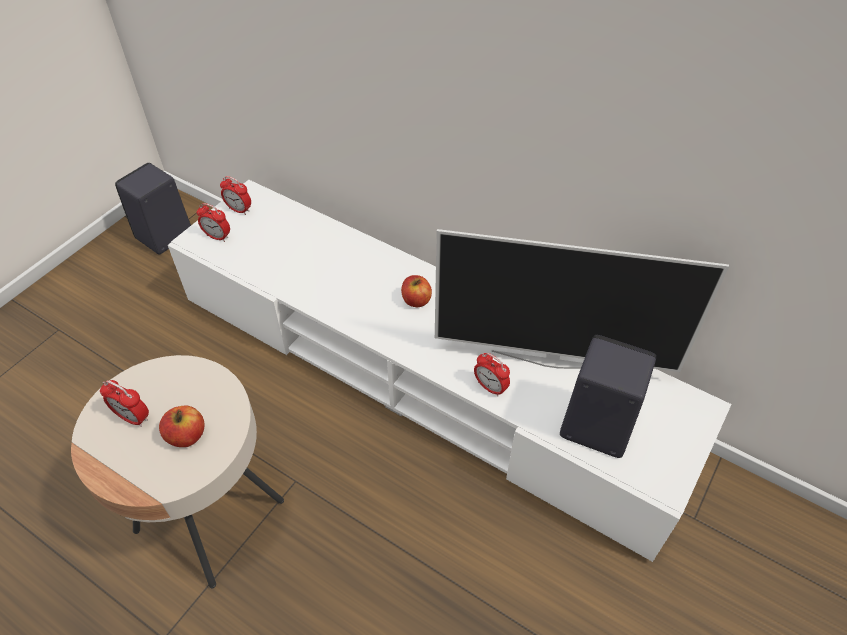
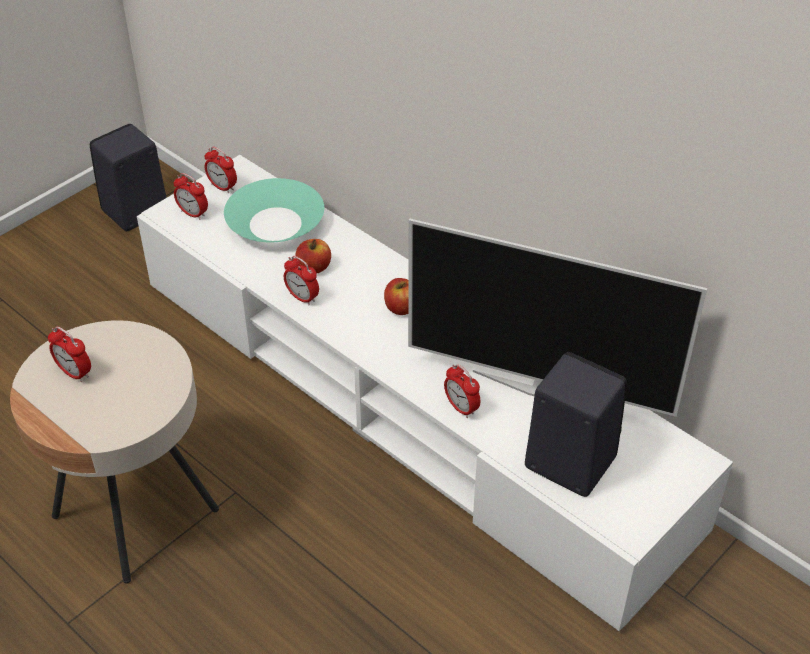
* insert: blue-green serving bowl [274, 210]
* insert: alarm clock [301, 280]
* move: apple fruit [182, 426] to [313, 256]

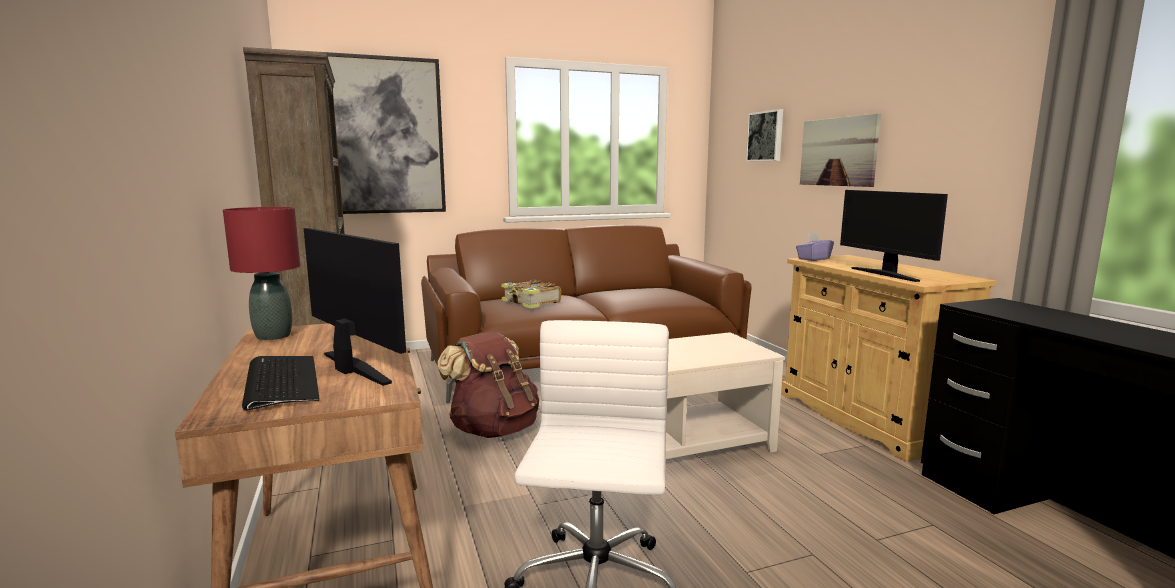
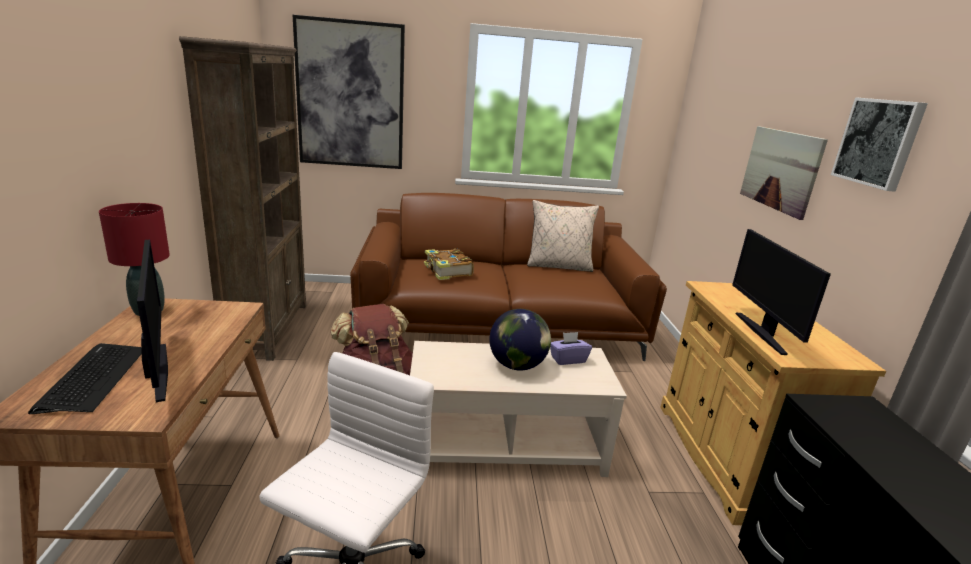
* insert: globe [520, 340]
* insert: beige throw pillow [563, 236]
* move: purple-coloured box of tissues [815, 246] to [571, 348]
* move: wall picture [764, 135] to [879, 144]

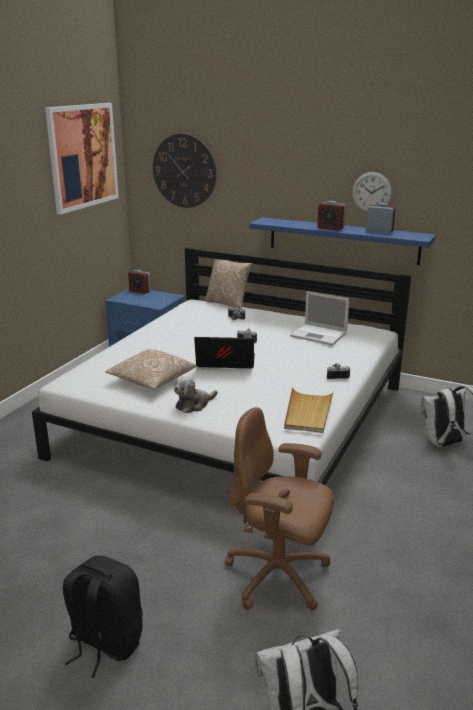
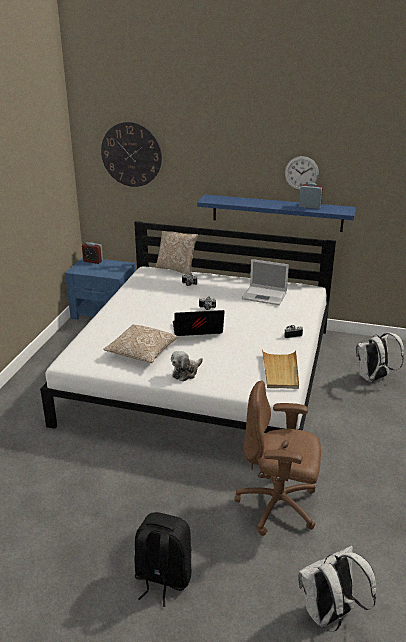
* delete: wall picture [82, 158]
* delete: alarm clock [331, 216]

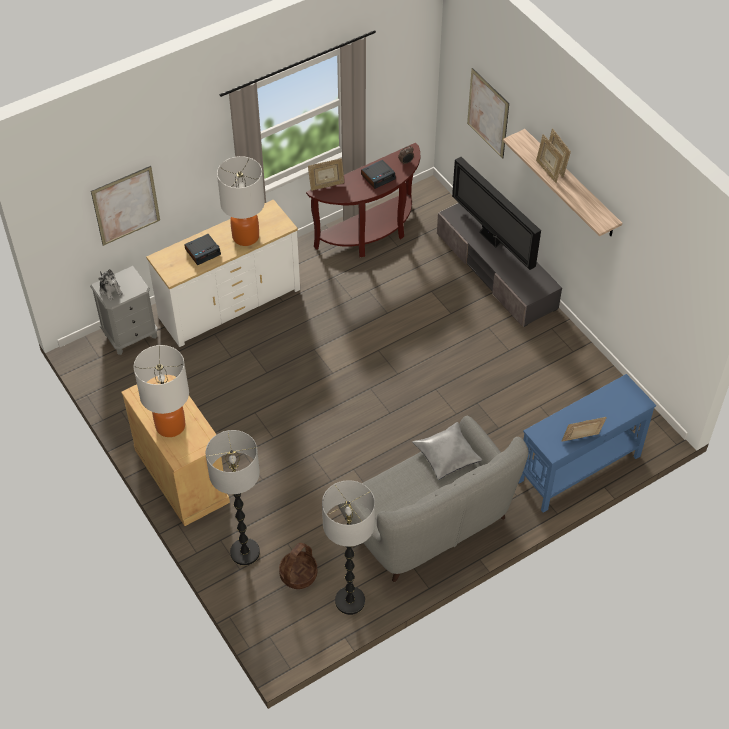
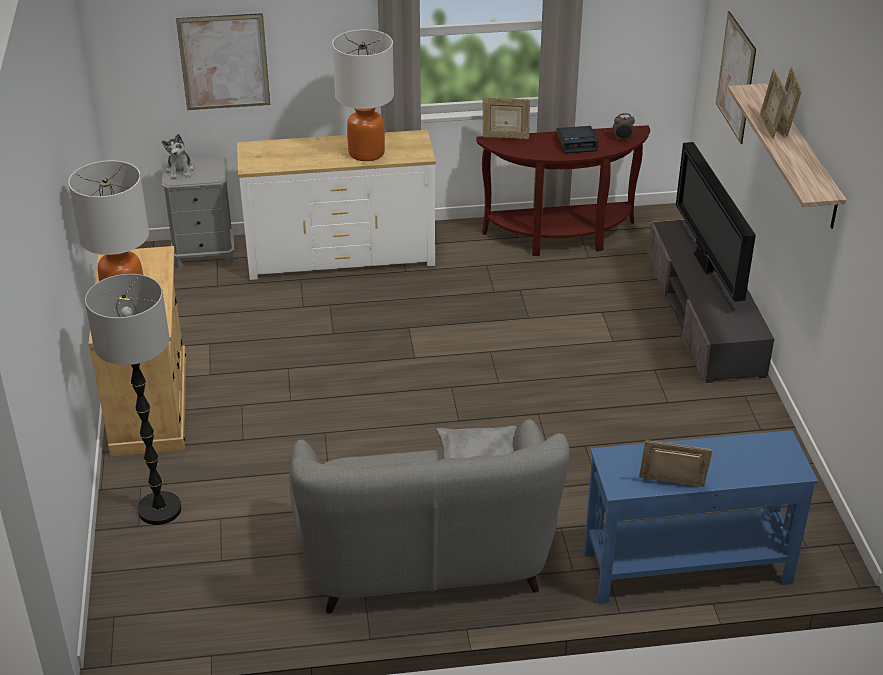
* delete: alarm clock [202, 249]
* delete: storage basket [298, 566]
* delete: standard lamp [348, 547]

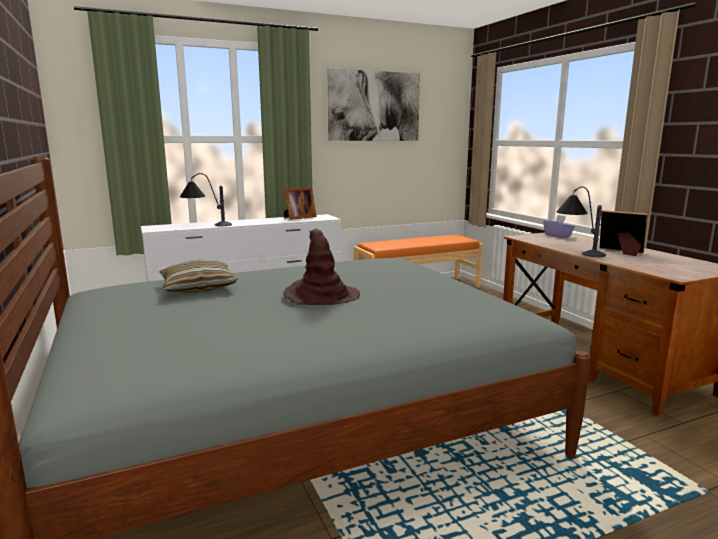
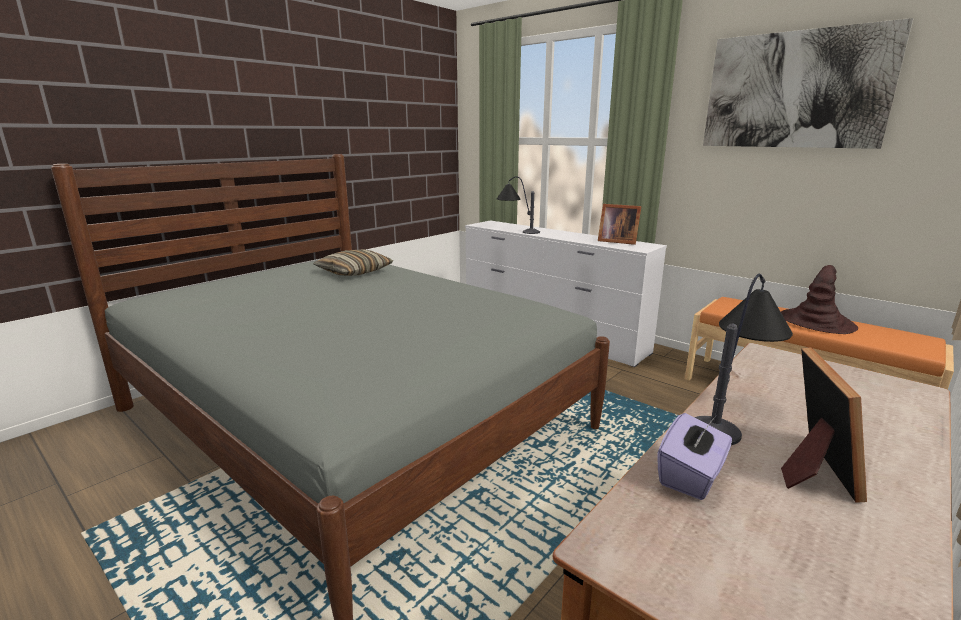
* move: purple-coloured box of tissues [559, 226] to [694, 456]
* move: brownish hat [321, 267] to [819, 299]

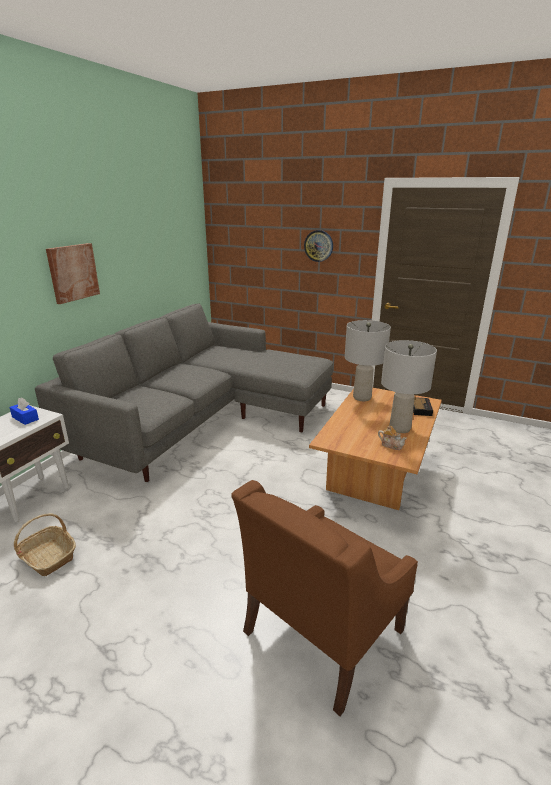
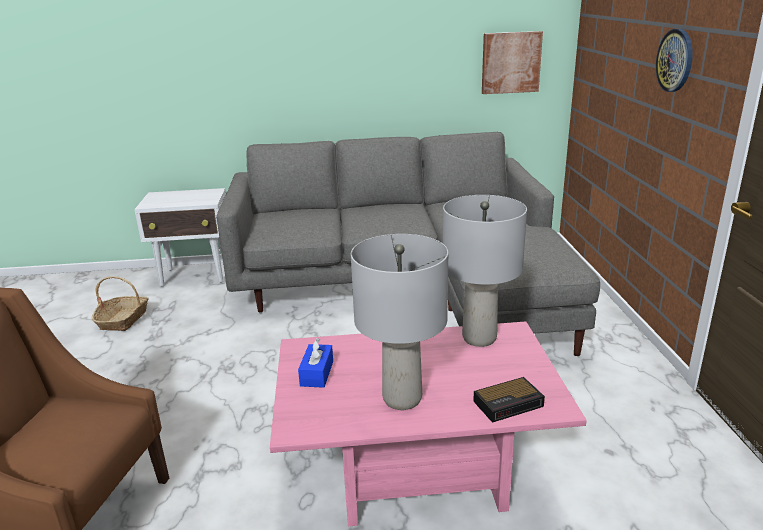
* recolor: brownish coffee table [375, 449] to pink coffee table [428, 424]
* move: blue box of tissues [24, 411] to [315, 363]
* move: wall picture [73, 273] to [512, 62]
* delete: teapot [392, 437]

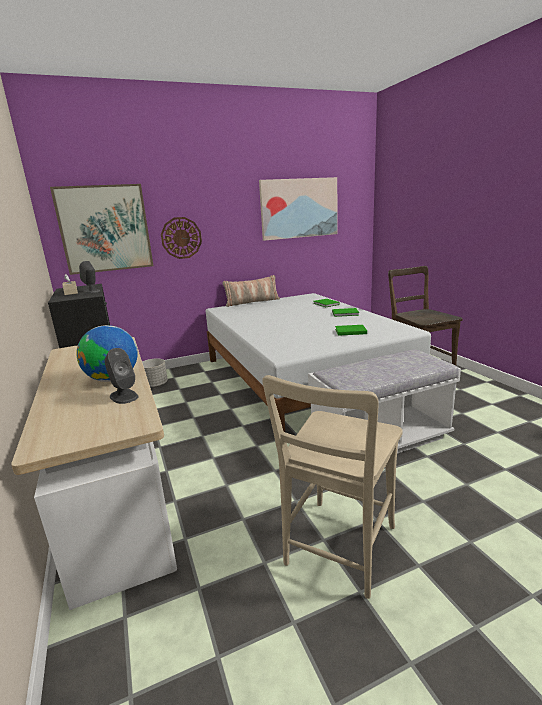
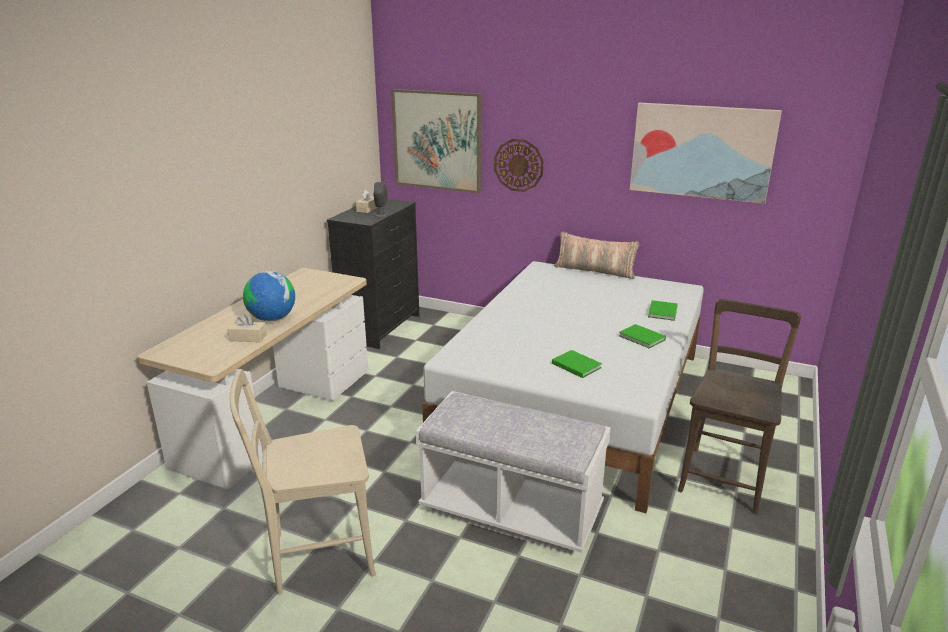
* replace: grey speaker [121, 376] to beige box of tissues [247, 328]
* delete: grey planter [155, 373]

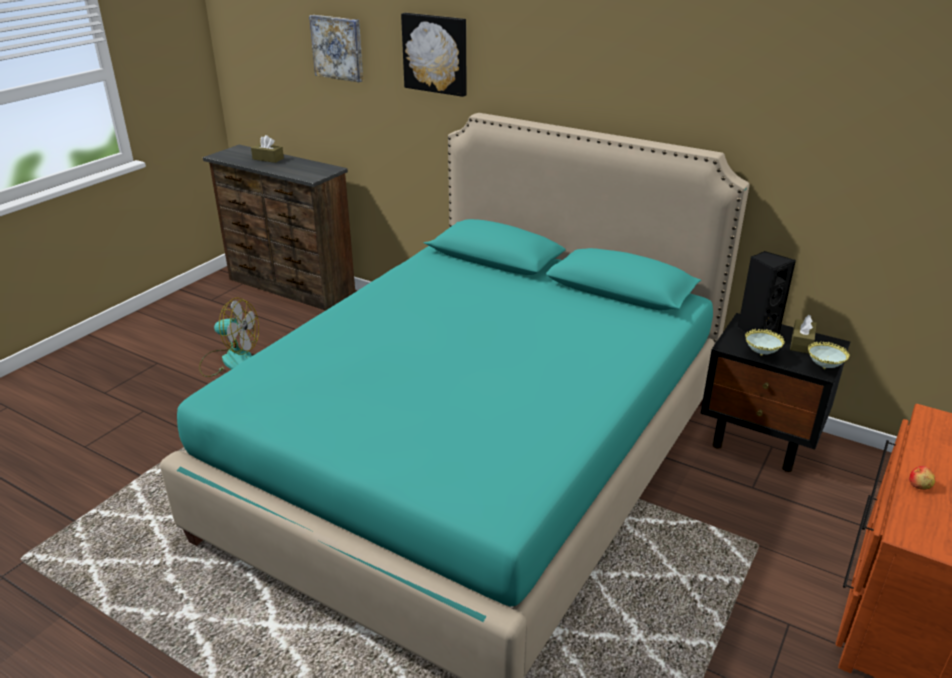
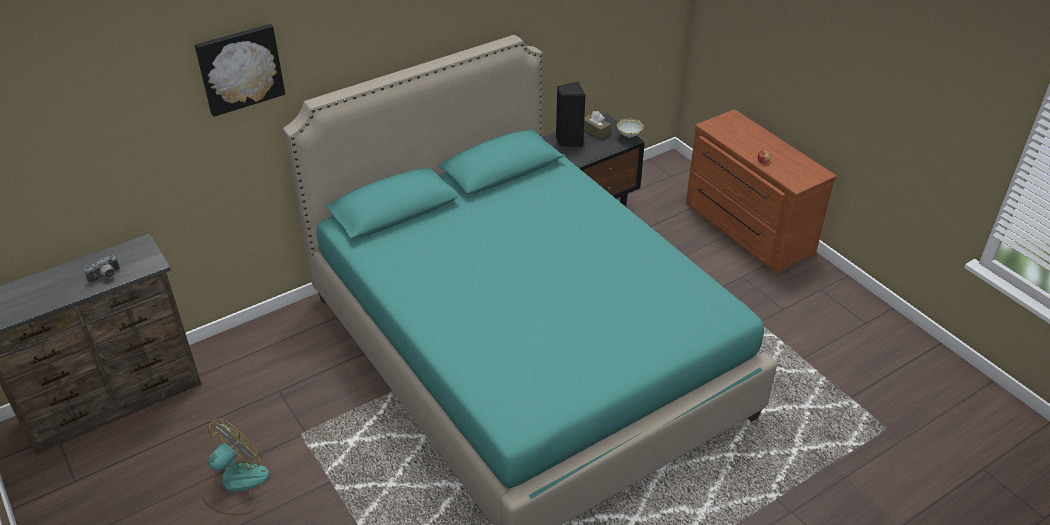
* insert: photo camera [102, 269]
* delete: brownish box of tissues [267, 149]
* delete: wall picture [336, 48]
* delete: serving bowl [765, 342]

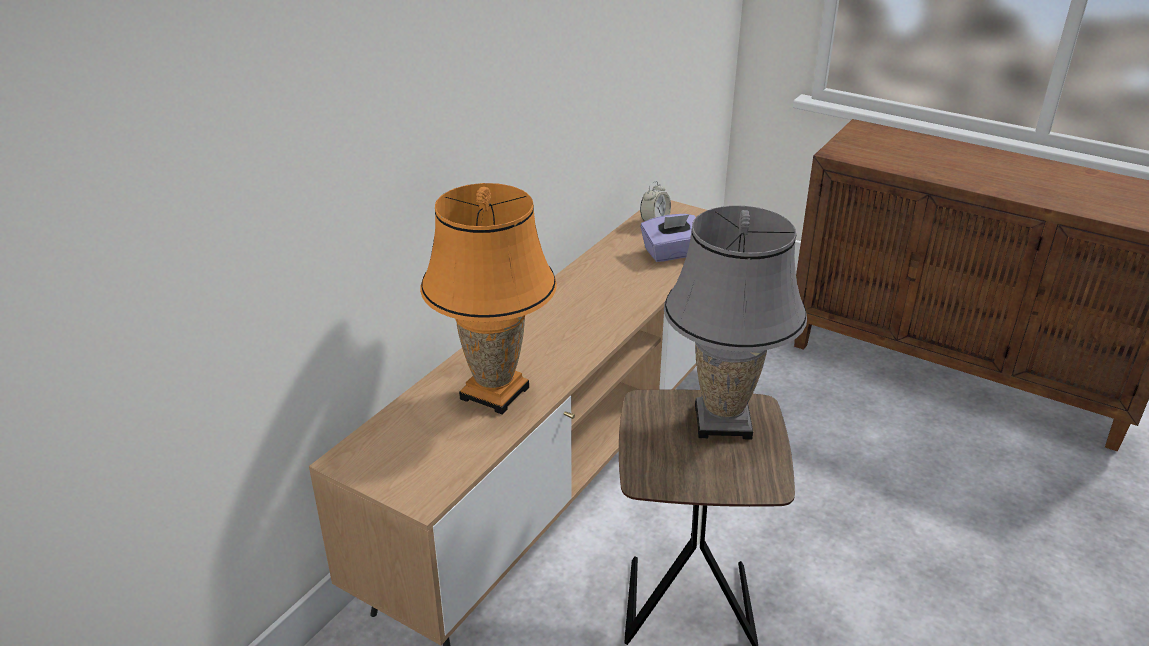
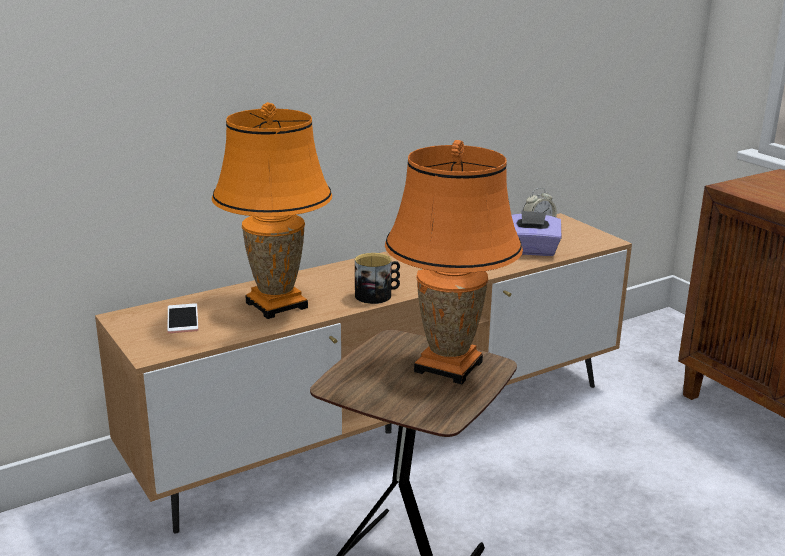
* insert: handset [183, 318]
* insert: coffee mug [377, 278]
* recolor: grey lamp for a table [735, 323] to orange-coloured lamp for a table [454, 262]

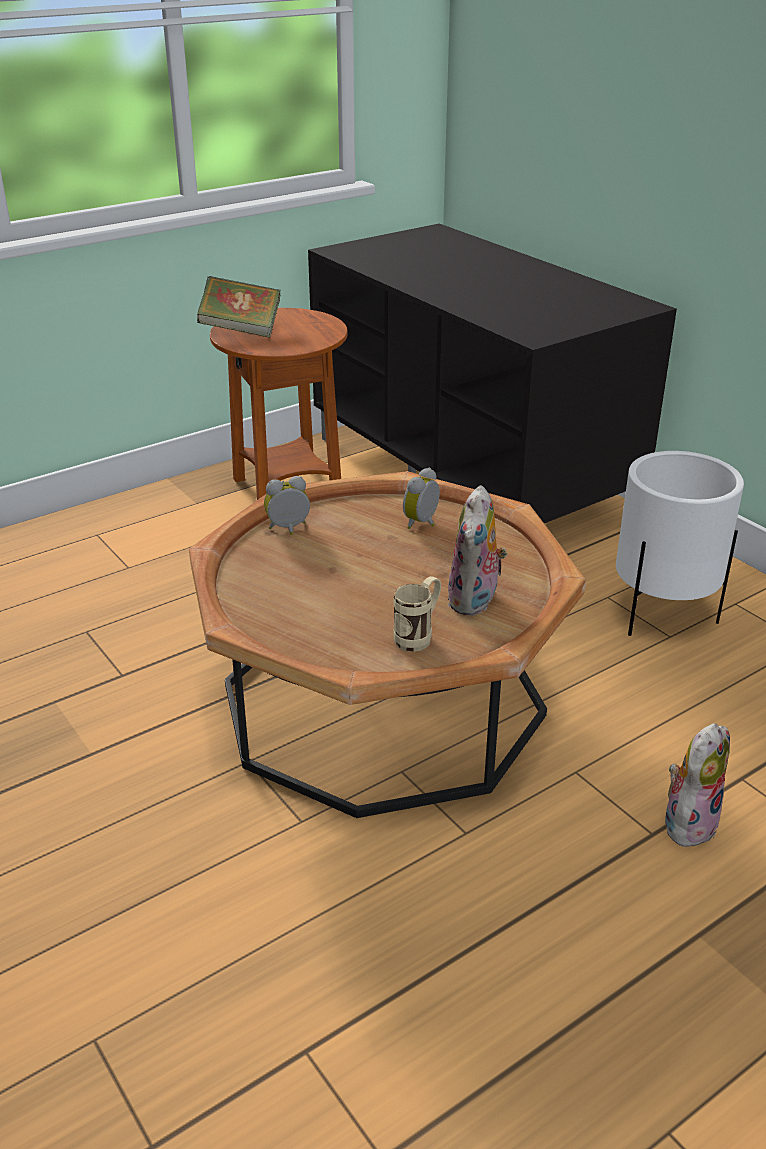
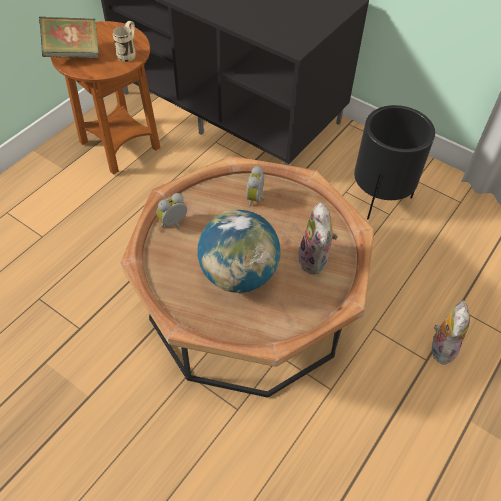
* move: beige coffee mug [417, 614] to [124, 41]
* insert: globe [239, 251]
* recolor: white planter [680, 543] to black-coloured planter [394, 162]

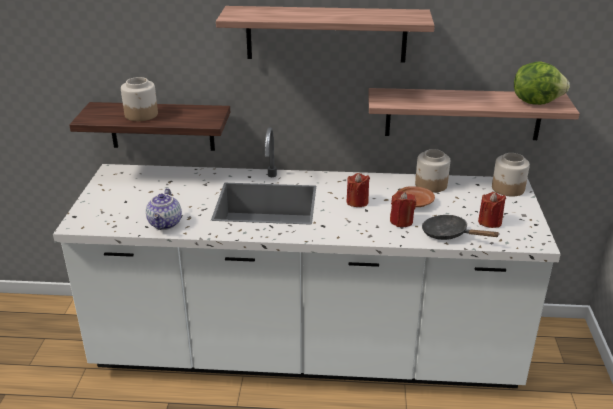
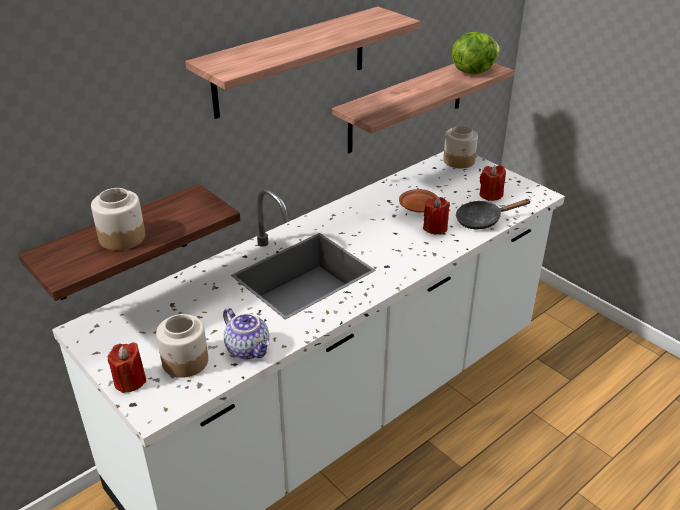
* move: reddish candle [358, 190] to [127, 367]
* move: storage jar [432, 171] to [182, 346]

